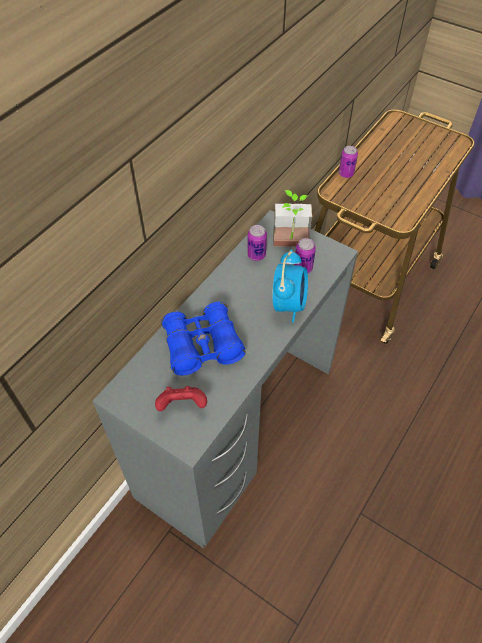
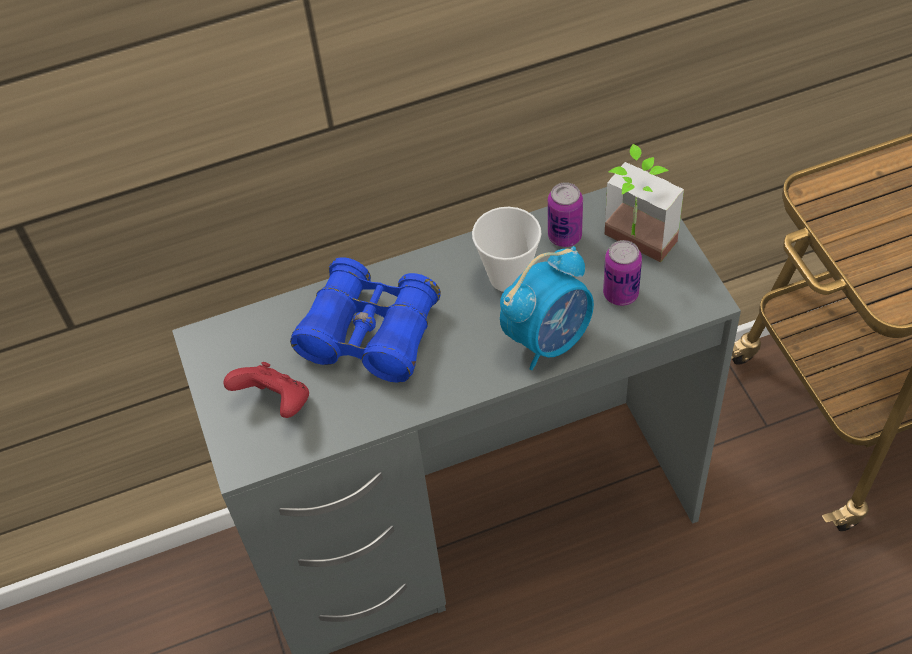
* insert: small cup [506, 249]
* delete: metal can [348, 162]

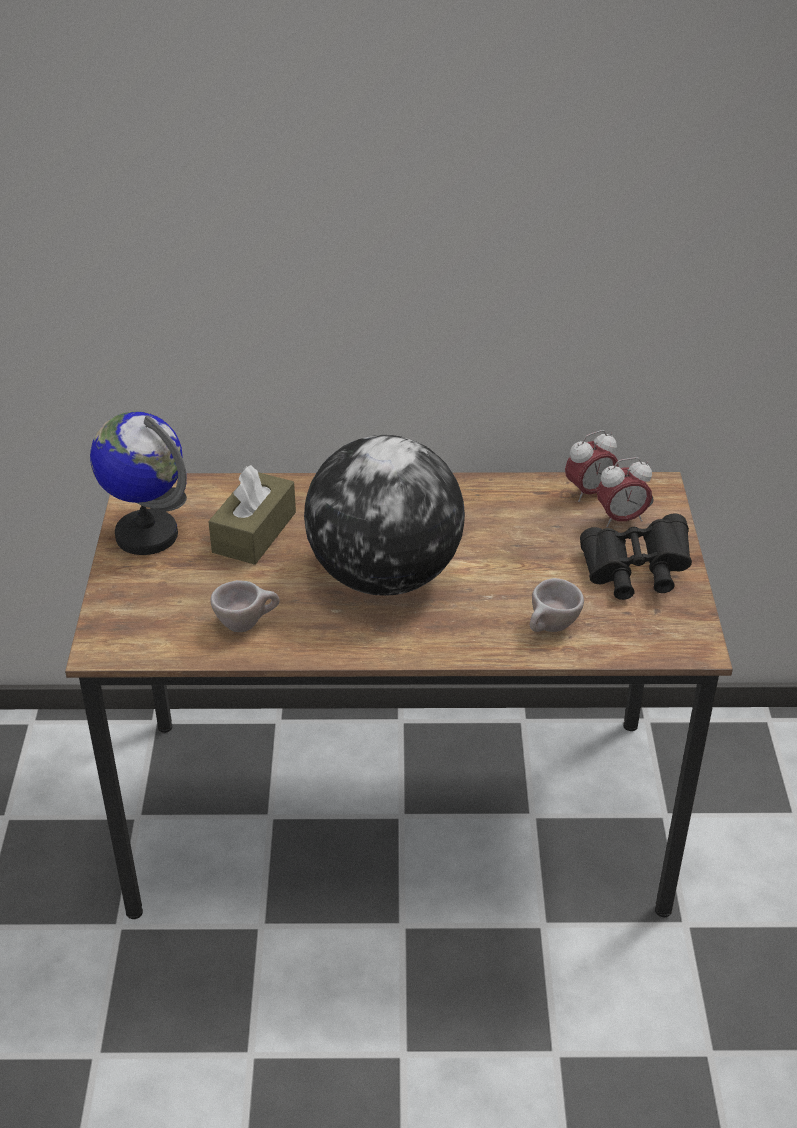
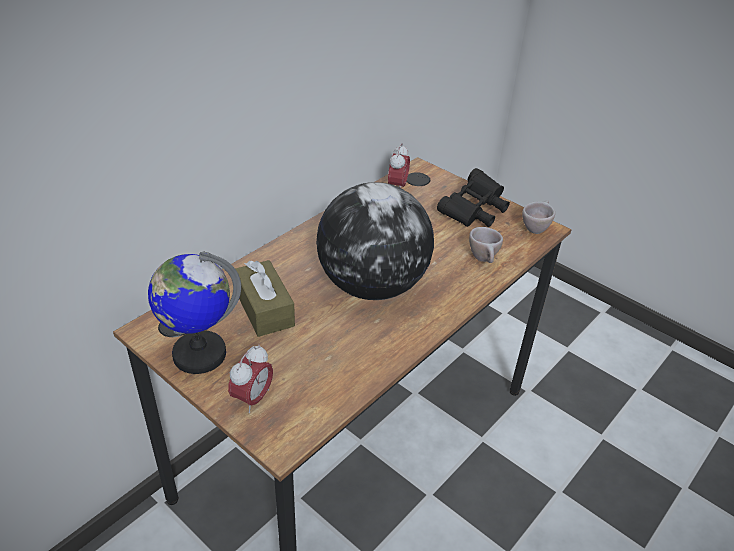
* move: alarm clock [624, 492] to [250, 379]
* move: beige small cup [245, 606] to [538, 217]

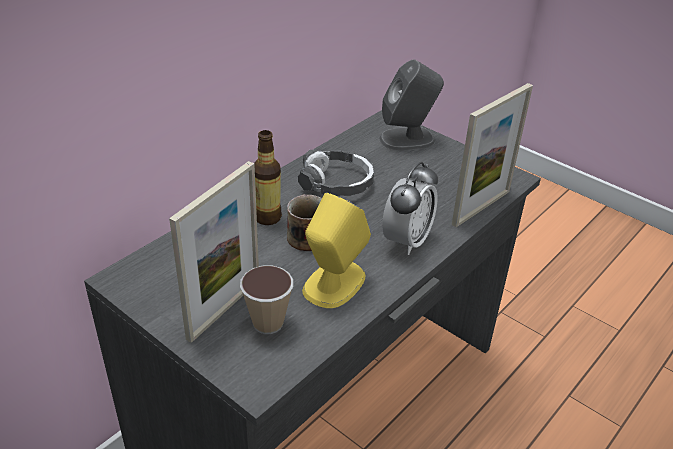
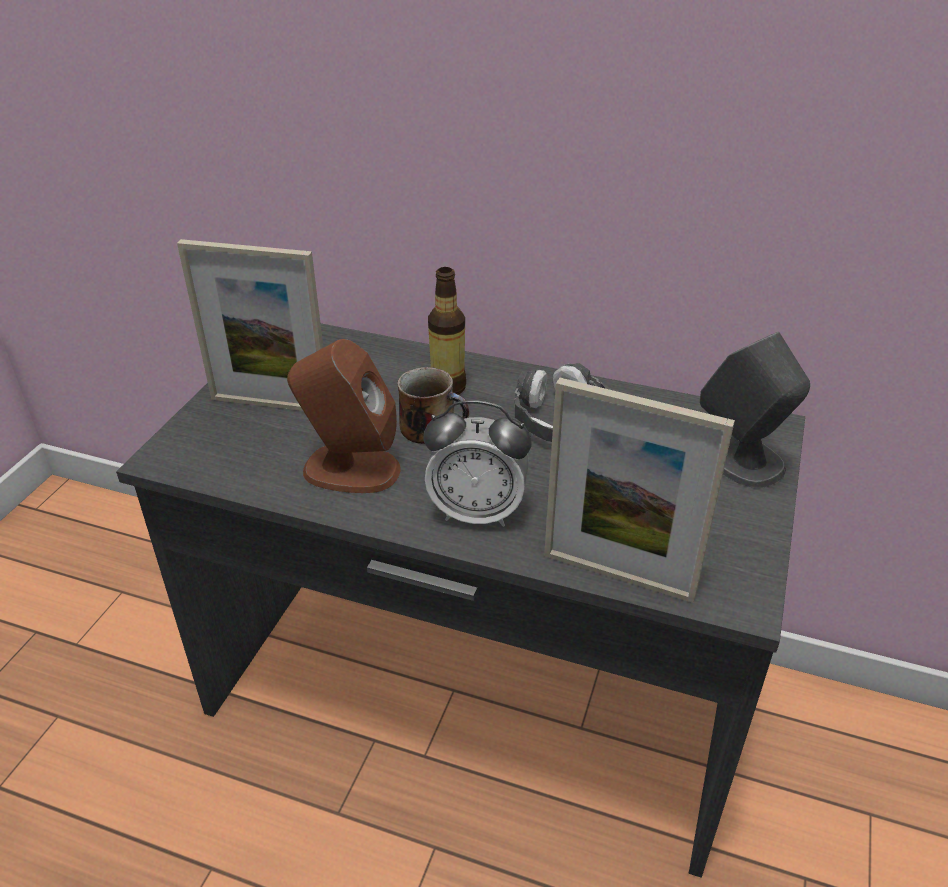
* recolor: yellow speaker [336, 250] to brownish speaker [343, 416]
* delete: small cup [266, 300]

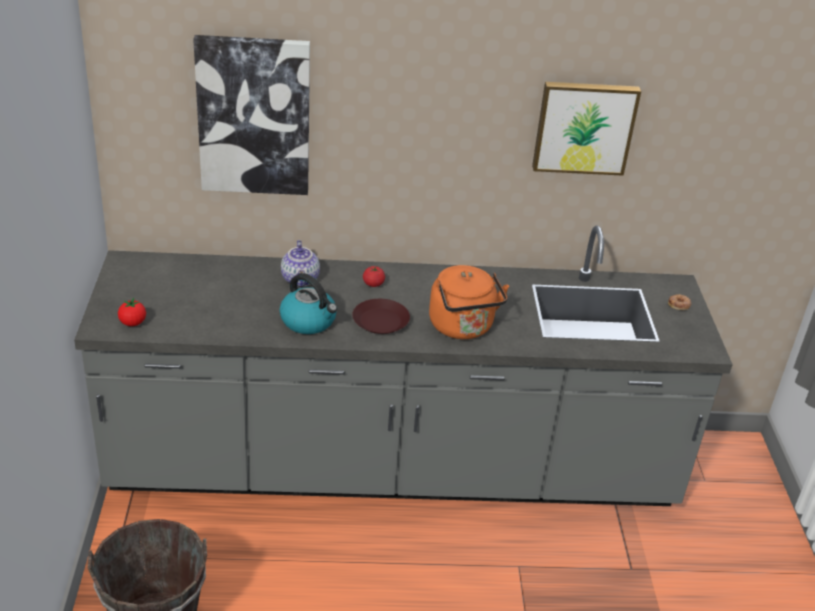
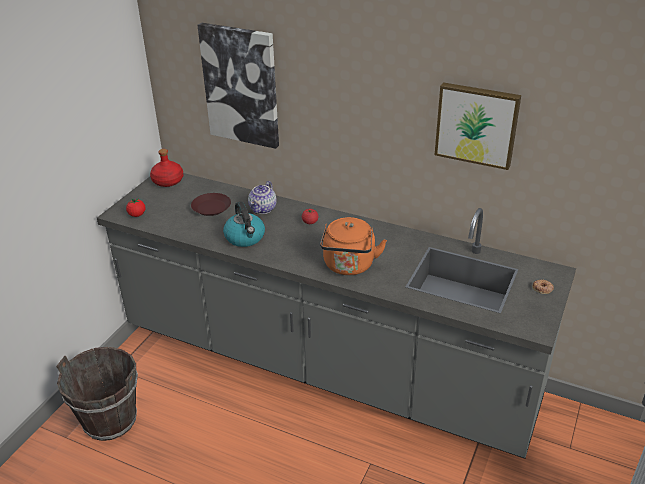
* insert: reddish bottle [166, 168]
* move: brownish flat dish [381, 316] to [211, 204]

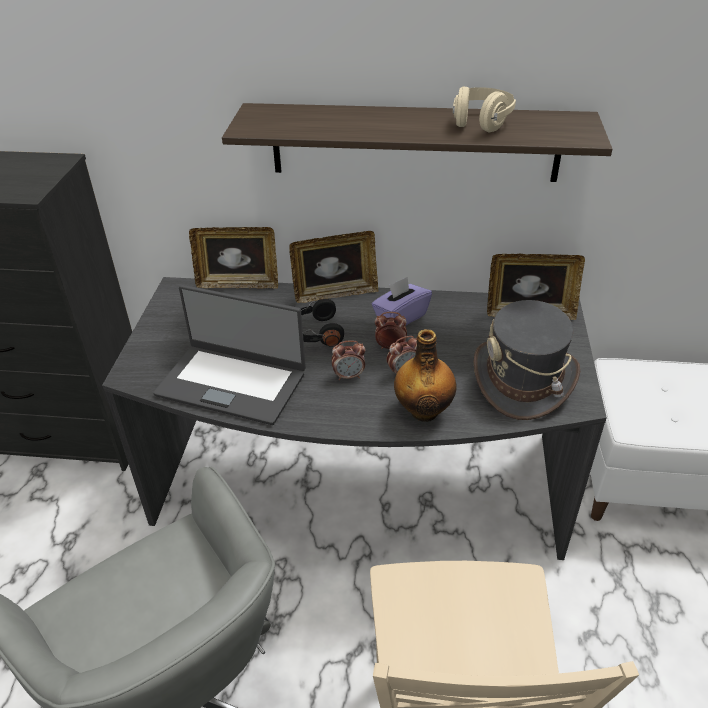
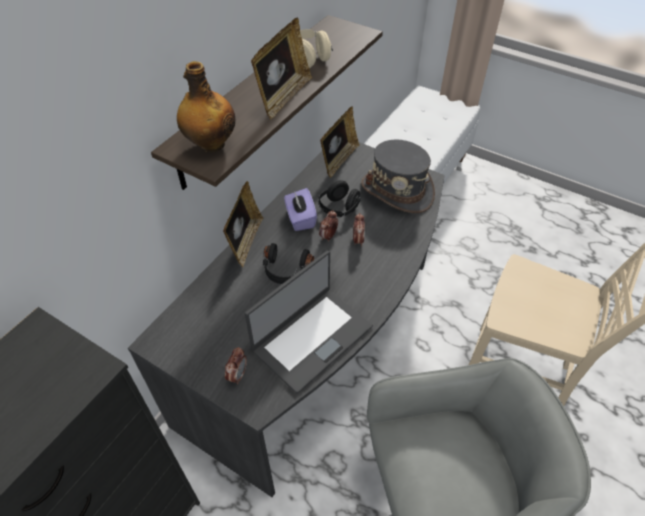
* move: bottle [425, 375] to [206, 106]
* move: alarm clock [348, 360] to [236, 365]
* move: photo frame [233, 258] to [281, 68]
* insert: black-coloured headphones [339, 198]

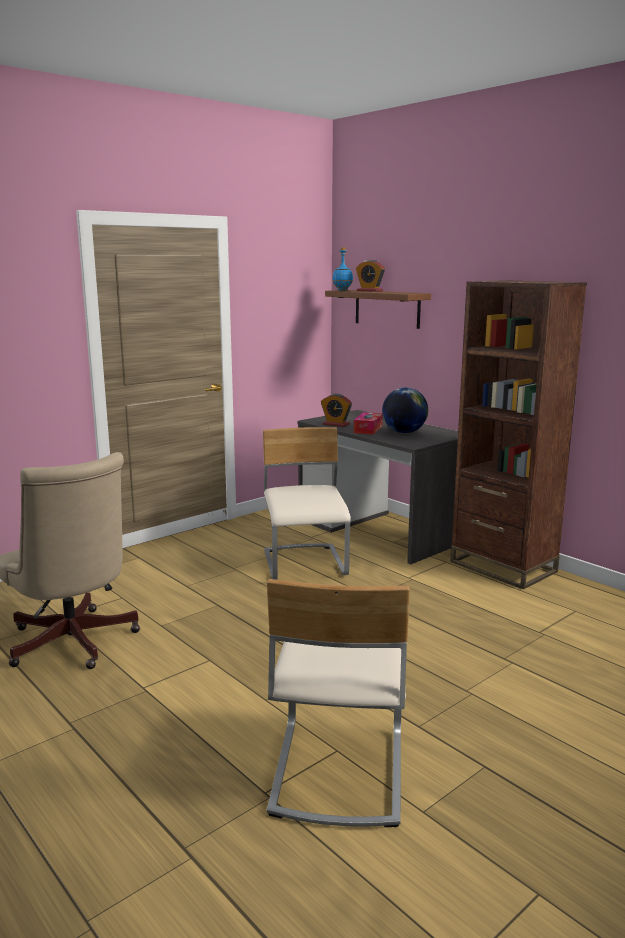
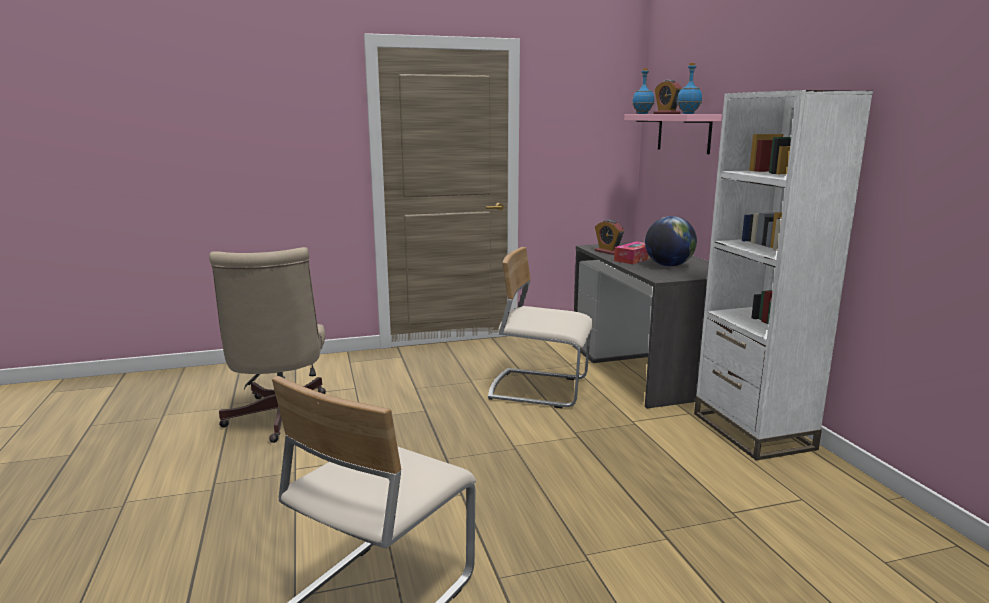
* rotate: beige upright chair [307, 503] = [541, 327] 90 degrees counterclockwise
* recolor: brownish shelf [378, 309] to pink shelf [673, 134]
* insert: blue bottle [689, 88]
* recolor: brownish bookcase [518, 434] to white bookcase [783, 275]

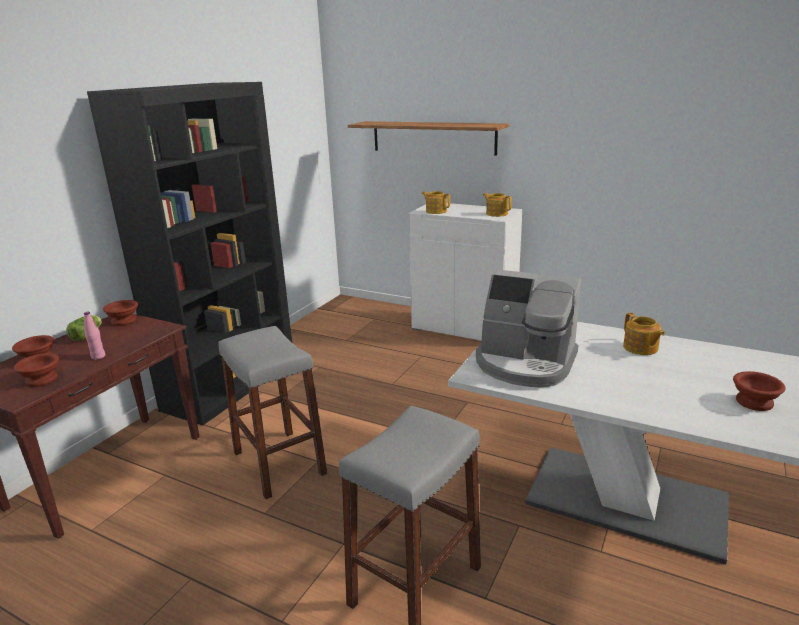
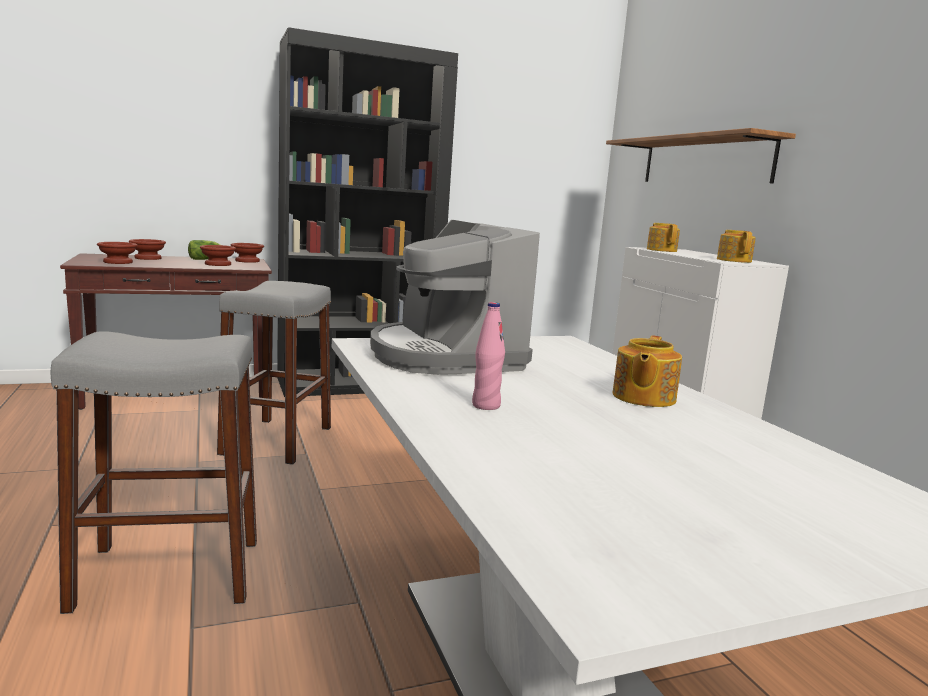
* move: brownish serving bowl [759, 391] to [218, 255]
* move: pink bottle [94, 336] to [488, 356]

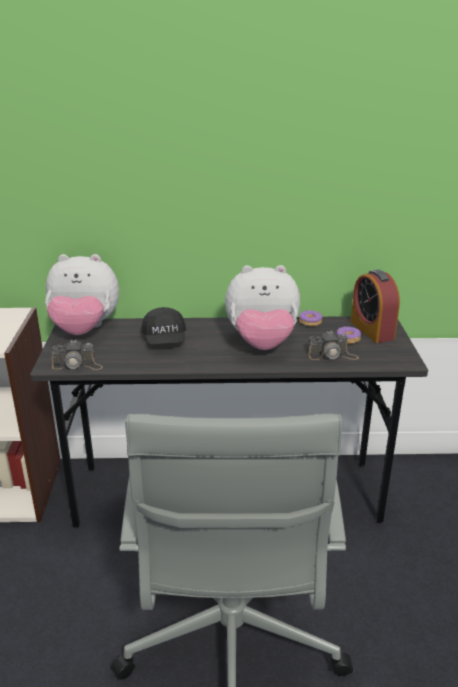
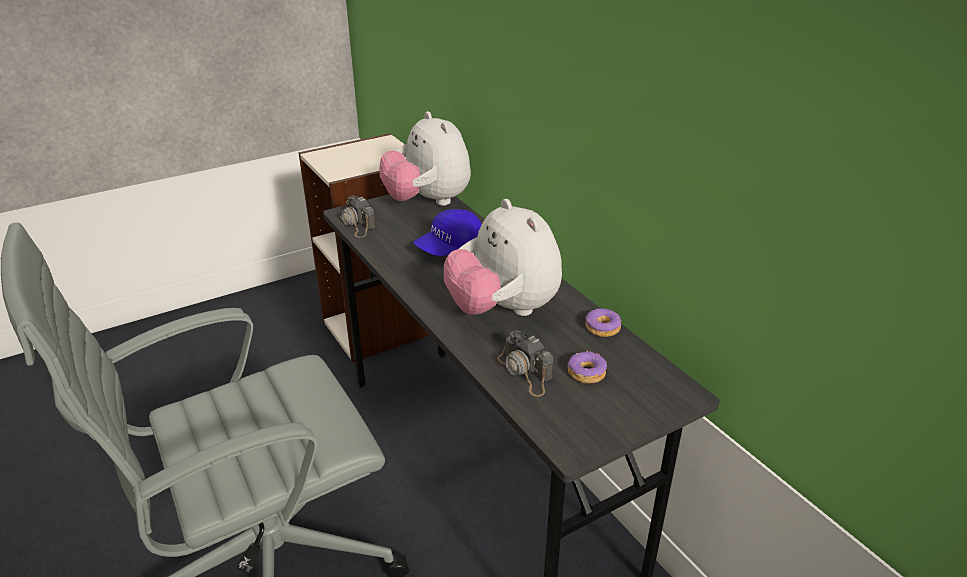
* recolor: black-coloured cap [163, 326] to blue cap [447, 233]
* delete: alarm clock [375, 306]

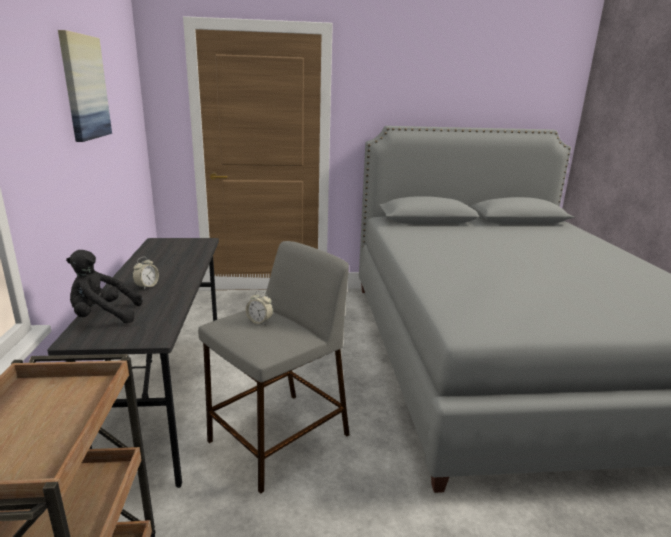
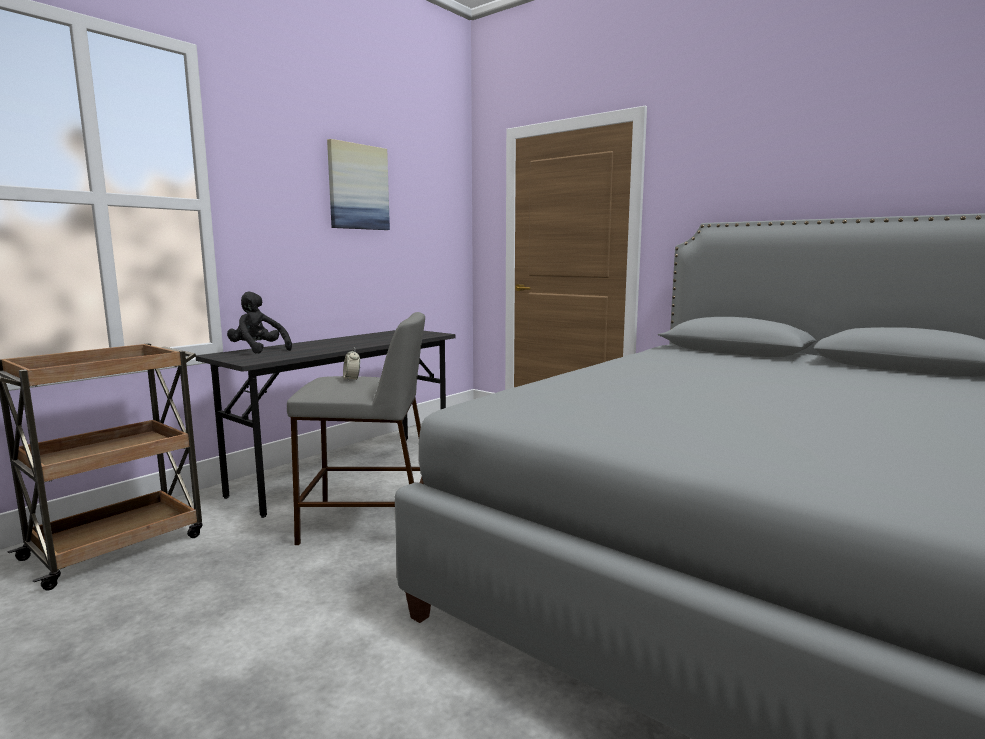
* delete: alarm clock [145, 273]

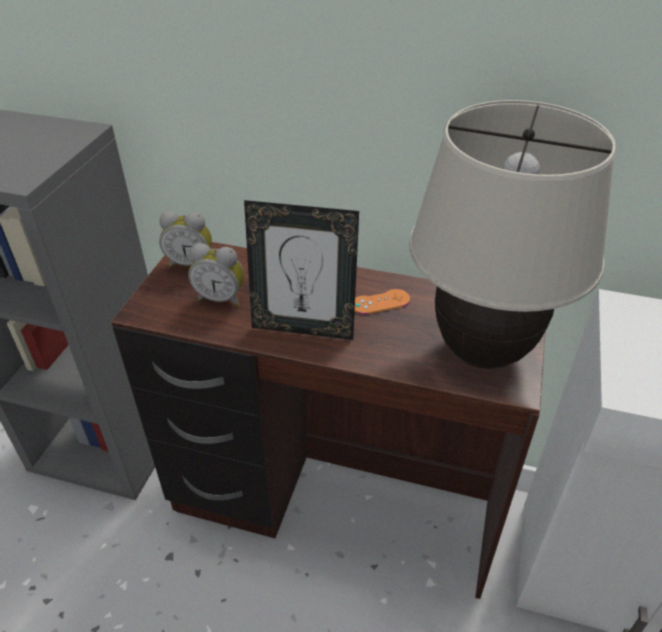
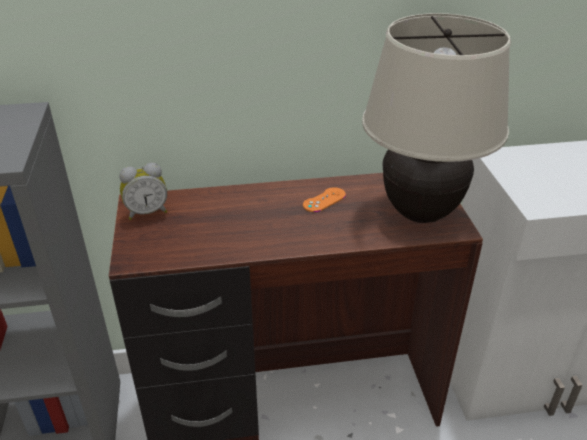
* delete: alarm clock [216, 275]
* delete: photo frame [301, 270]

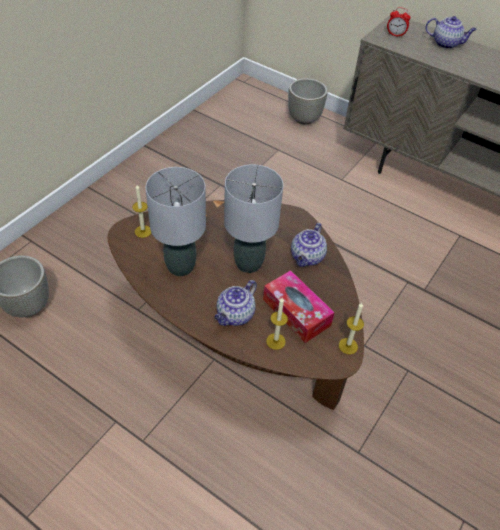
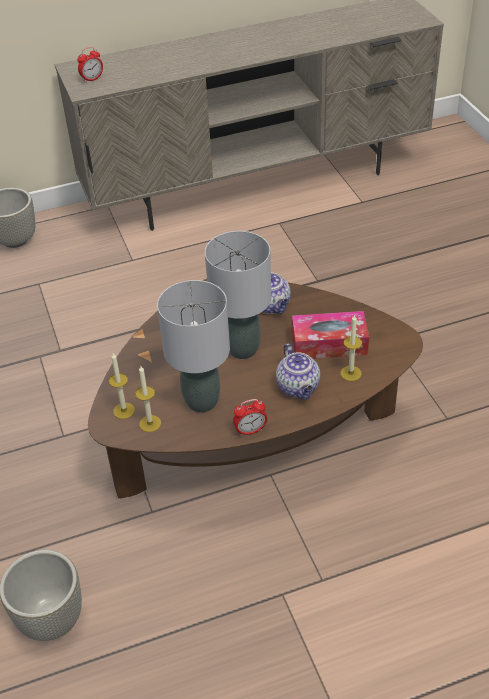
* move: candle [351, 328] to [148, 399]
* insert: alarm clock [250, 417]
* delete: teapot [451, 32]

